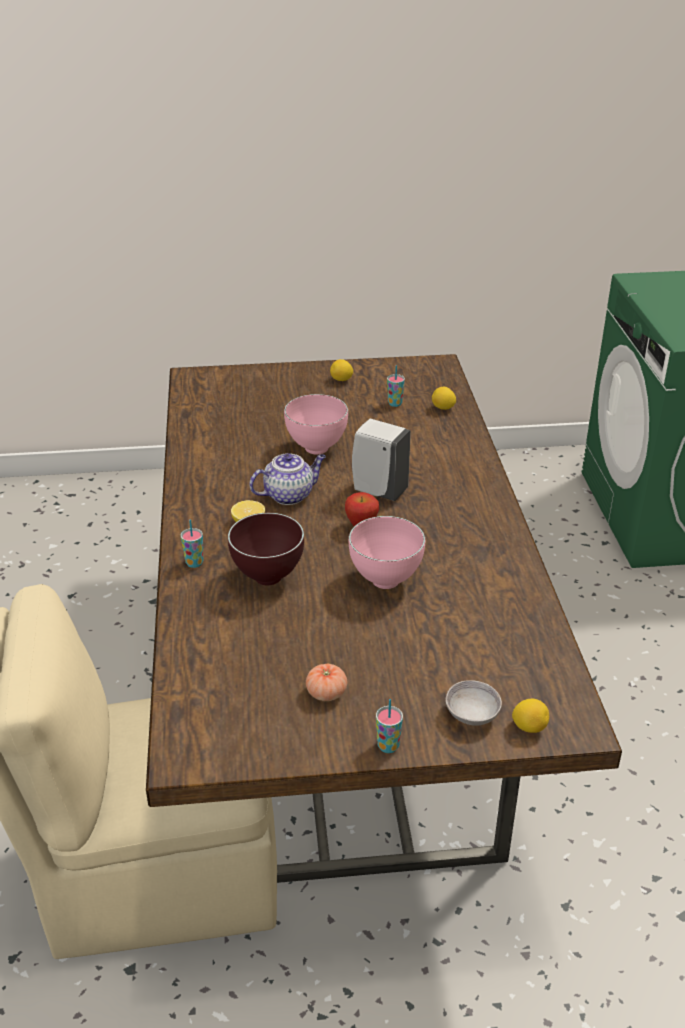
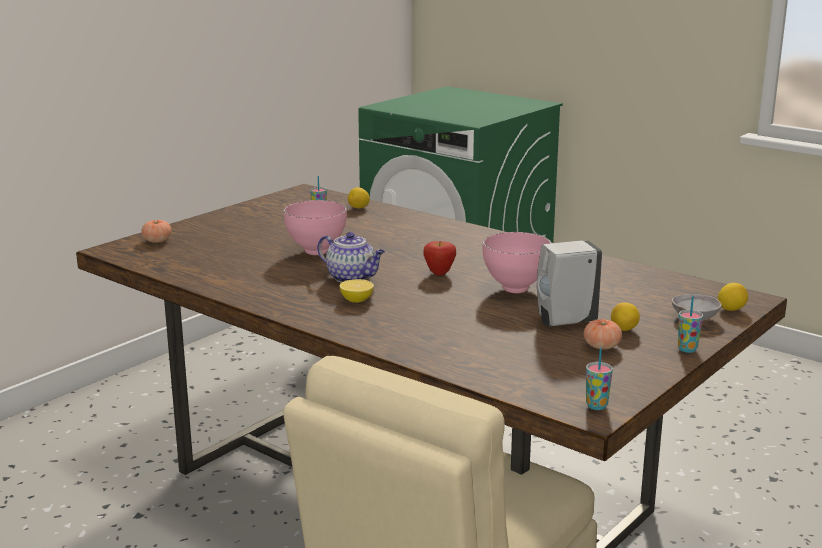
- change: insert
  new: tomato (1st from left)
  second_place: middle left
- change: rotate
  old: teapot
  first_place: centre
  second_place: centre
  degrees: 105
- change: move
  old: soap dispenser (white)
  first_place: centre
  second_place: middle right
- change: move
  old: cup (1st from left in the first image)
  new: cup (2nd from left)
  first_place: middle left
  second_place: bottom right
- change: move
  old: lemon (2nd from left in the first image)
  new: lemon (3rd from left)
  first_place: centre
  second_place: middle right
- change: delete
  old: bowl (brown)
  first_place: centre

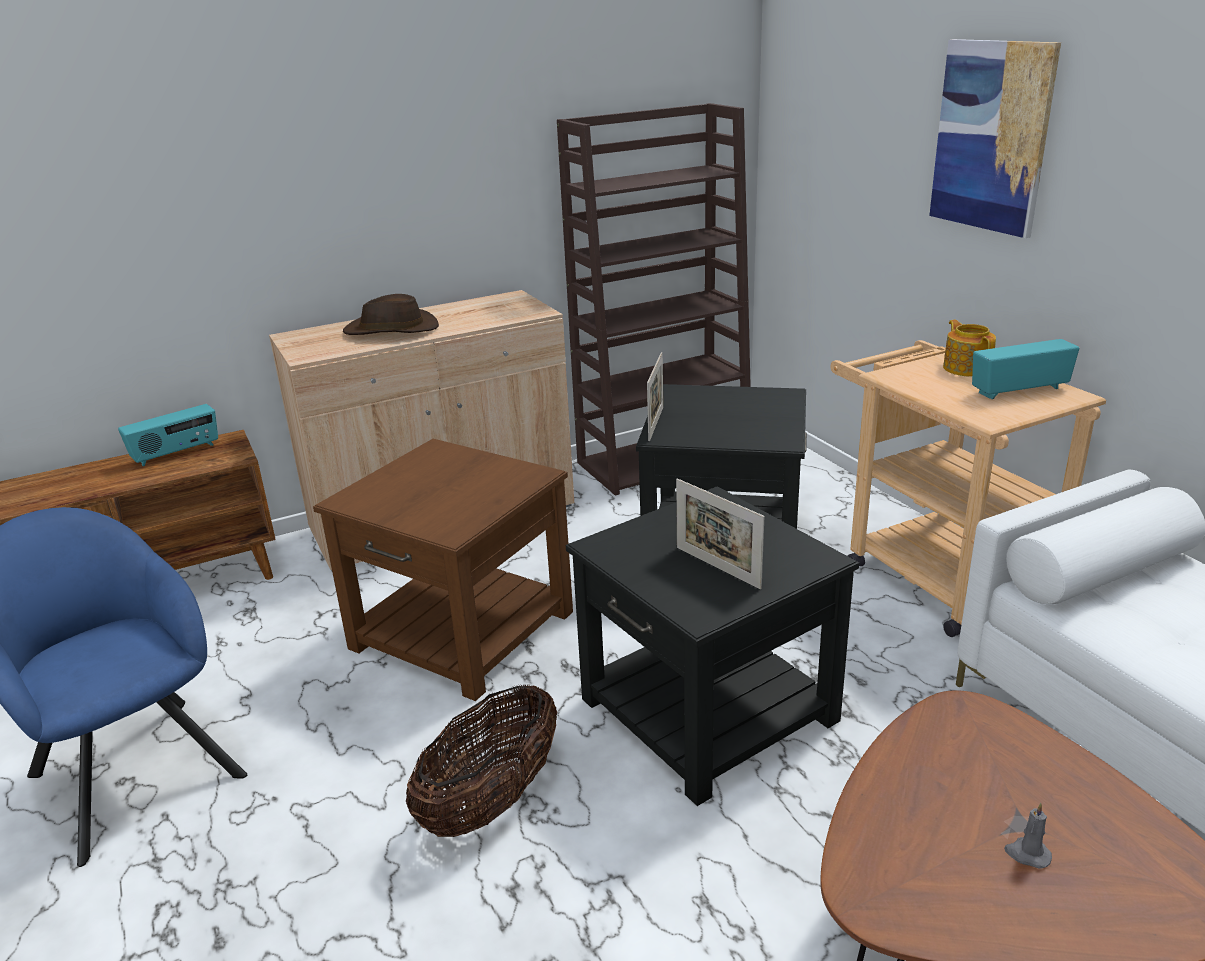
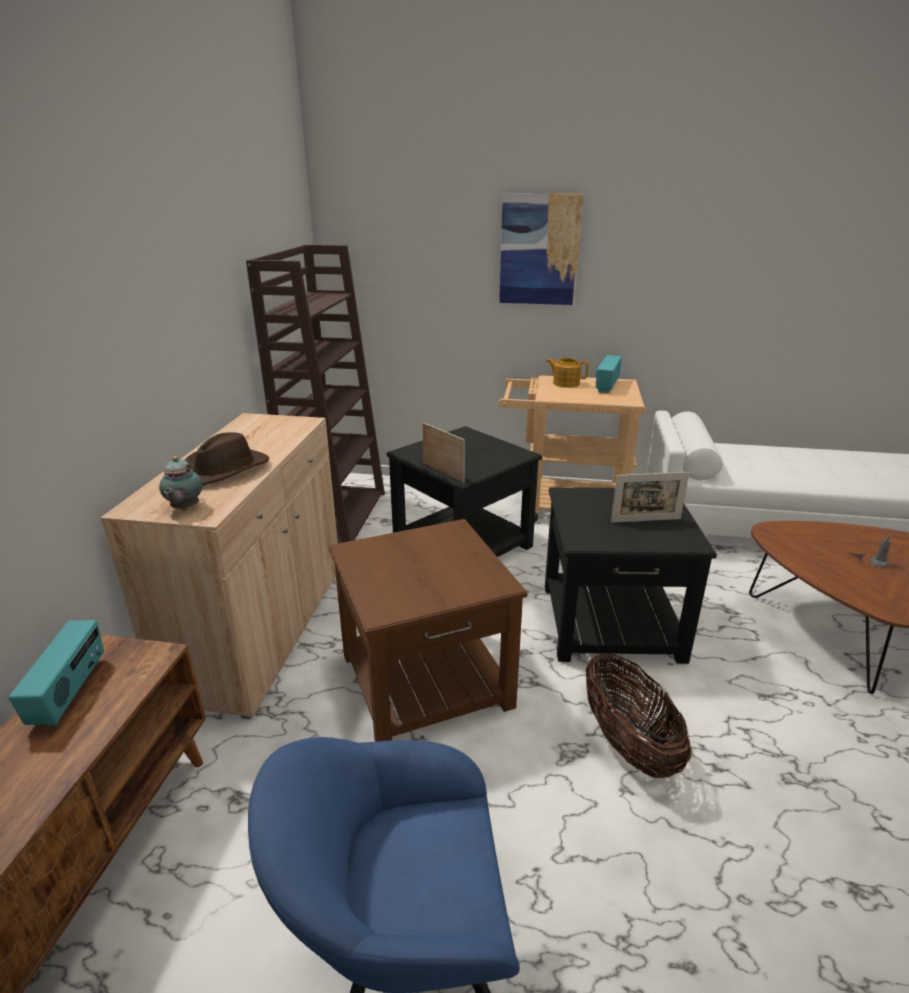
- change: insert
  new: teapot (1st from left)
  second_place: middle left

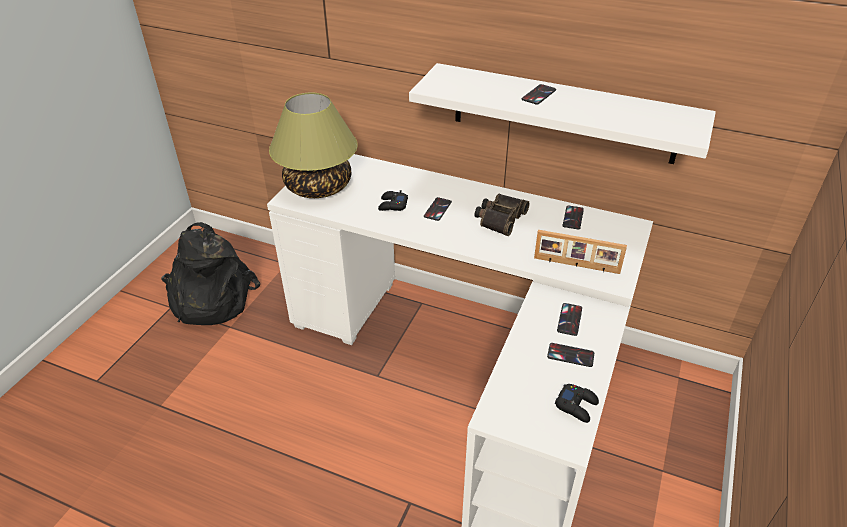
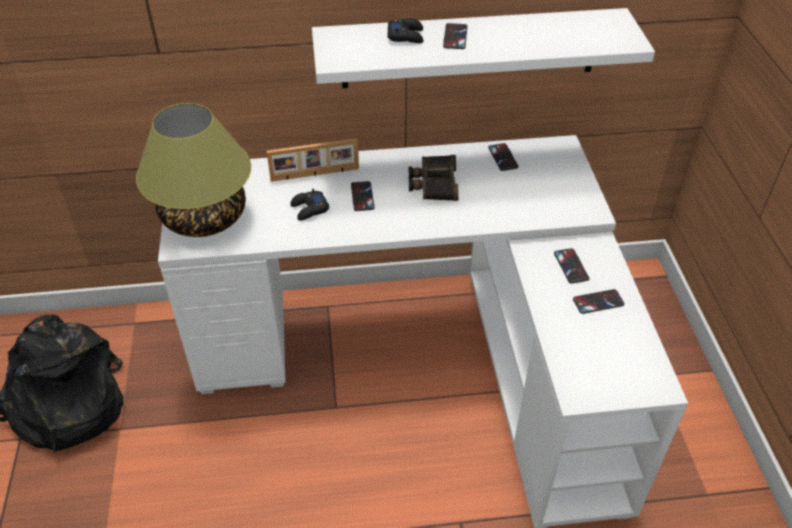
- change: move
  old: picture frame
  first_place: middle right
  second_place: top centre
- change: move
  old: game controller (black) (2nd from left)
  first_place: bottom right
  second_place: top centre

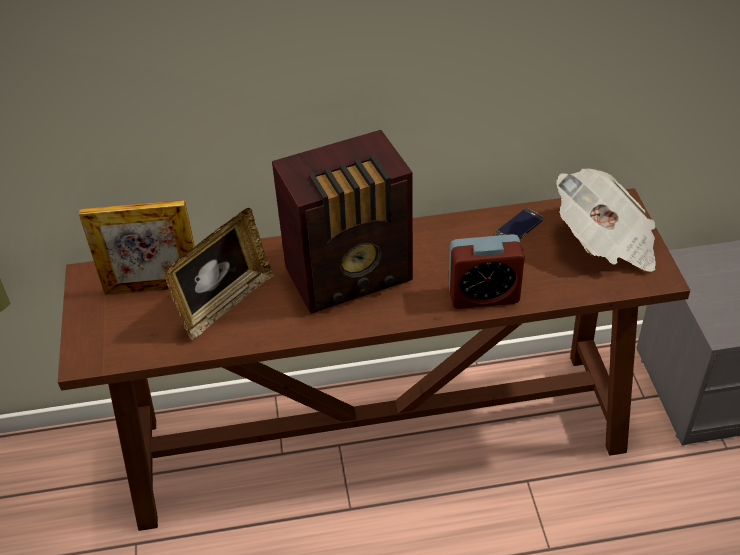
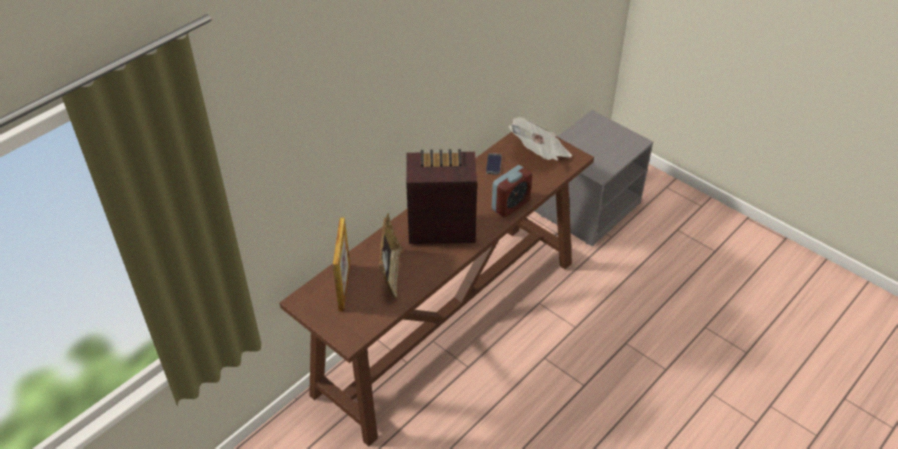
- change: rotate
  old: picture frame (1st from left)
  first_place: middle left
  second_place: centre
  degrees: -45
- change: rotate
  old: radio
  first_place: centre
  second_place: centre
  degrees: -120

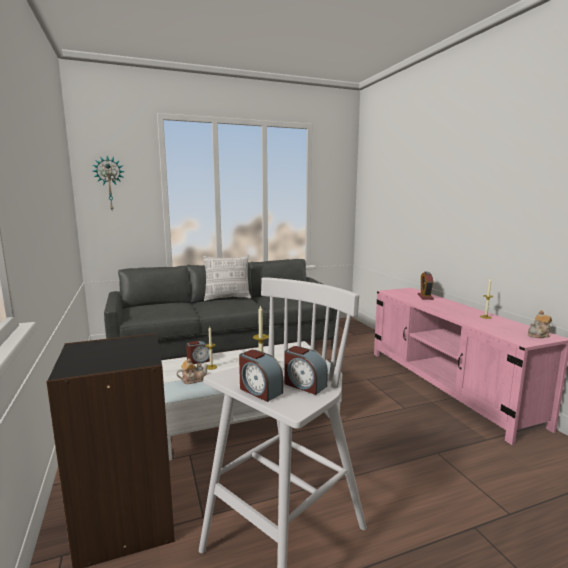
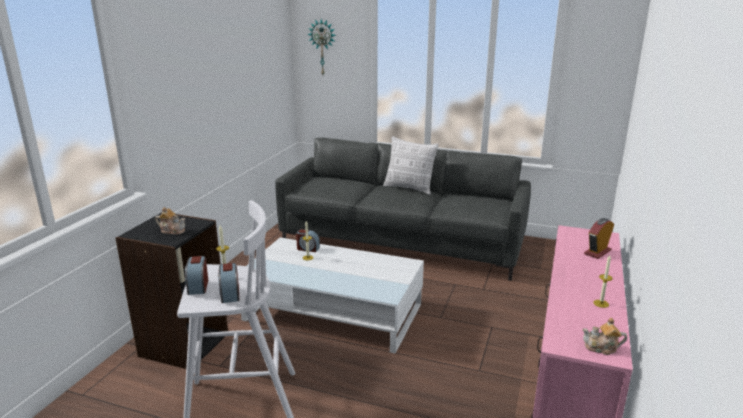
- change: move
  old: teapot (1st from left)
  first_place: centre
  second_place: middle left

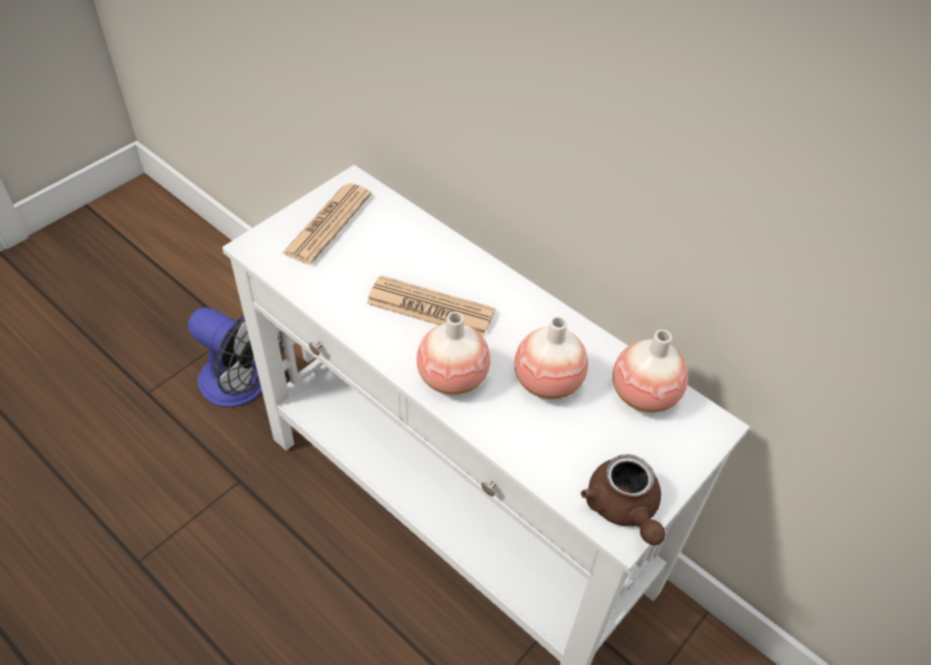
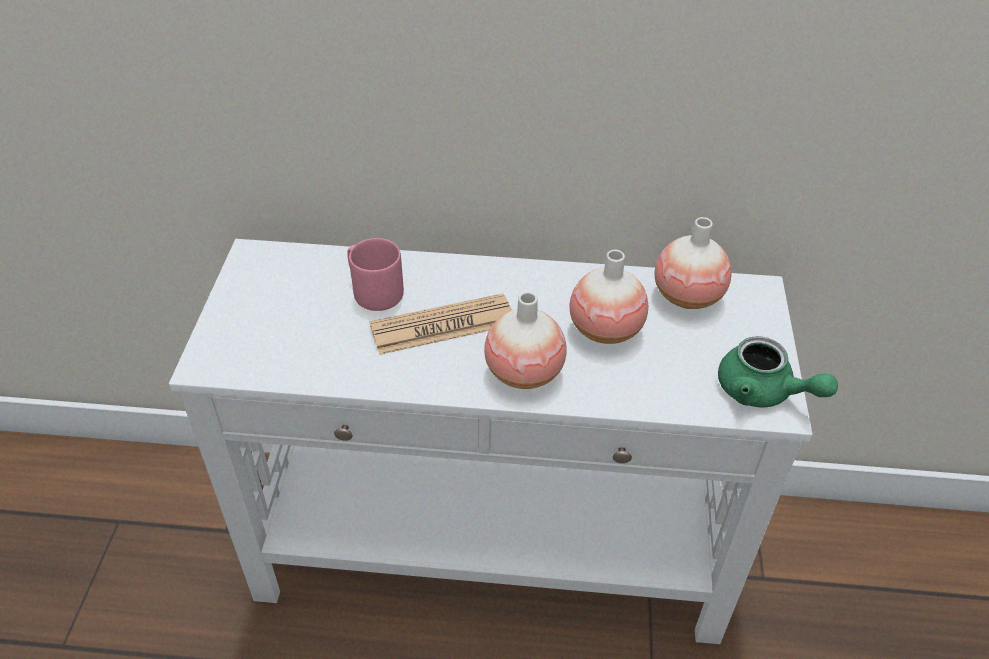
- change: insert
  new: mug (pink)
  second_place: centre
- change: recolor
  old: teapot (brown)
  new: teapot (green)
  first_place: bottom right
  second_place: middle right
- change: delete
  old: fan
  first_place: middle left
- change: delete
  old: newspaper (1st from left)
  first_place: centre

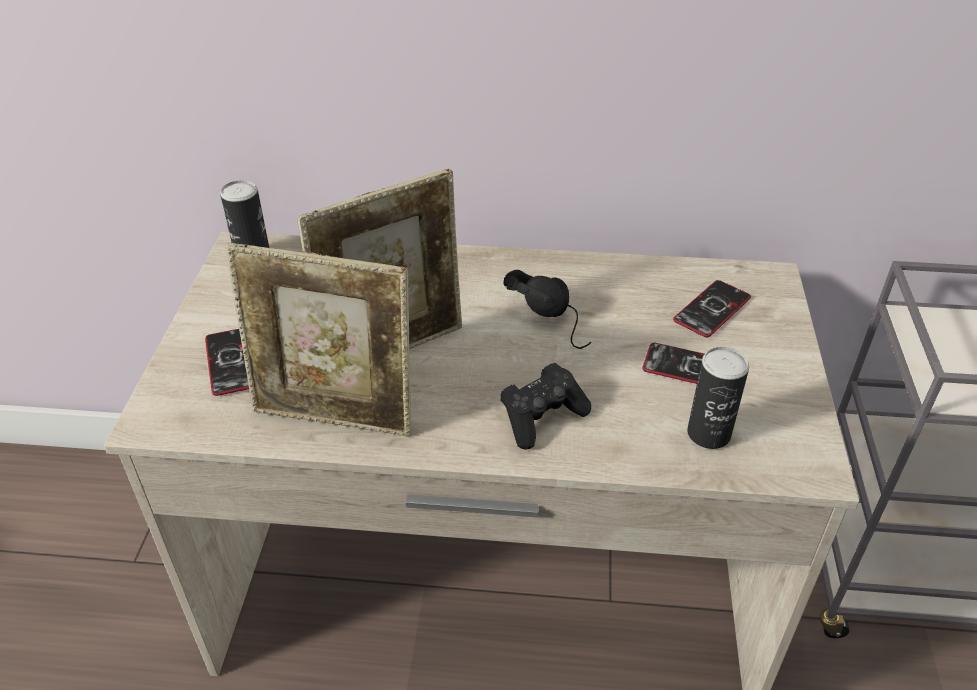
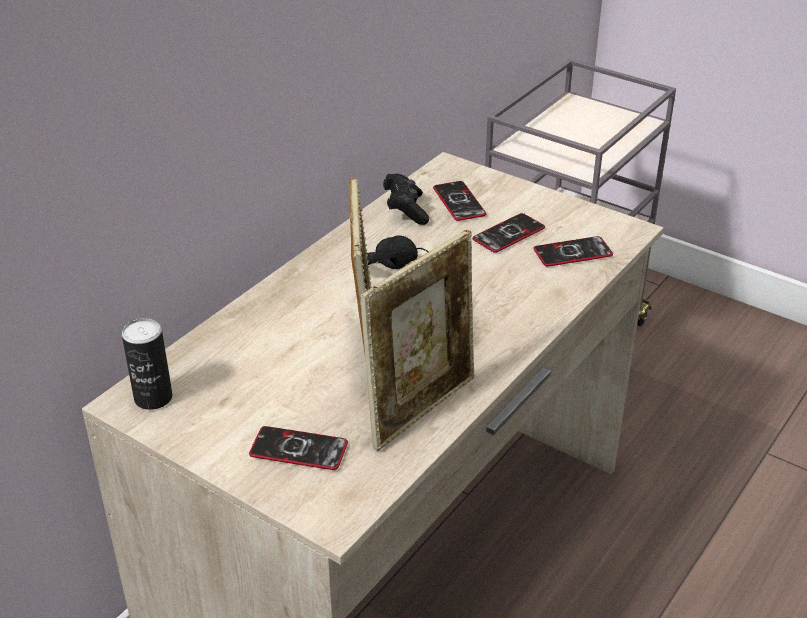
- change: move
  old: game controller (black)
  first_place: centre
  second_place: top centre
- change: replace
  old: can (2nd from left)
  new: phone (4th from left)
  first_place: middle right
  second_place: middle right

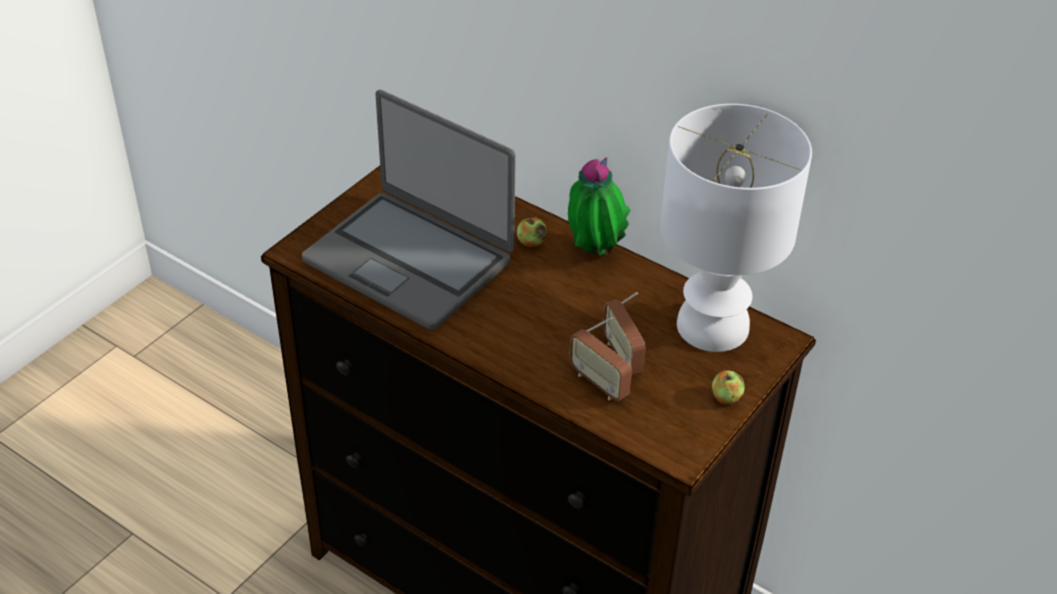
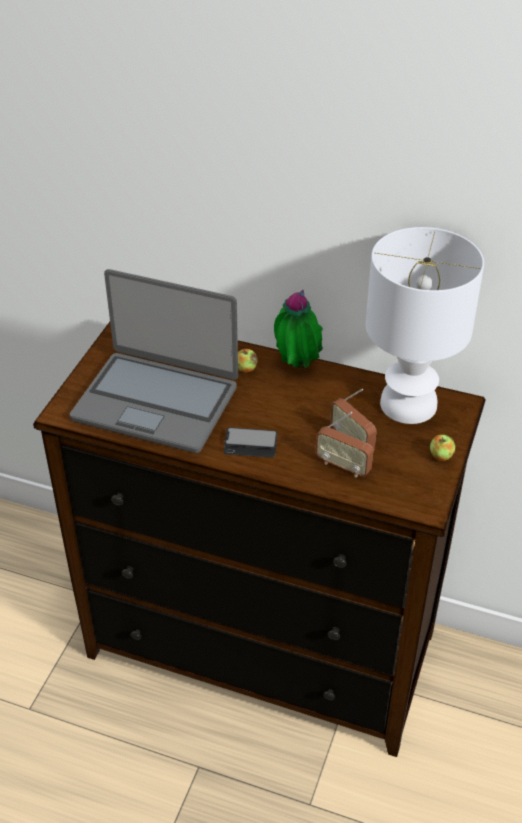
- change: insert
  new: phone
  second_place: centre

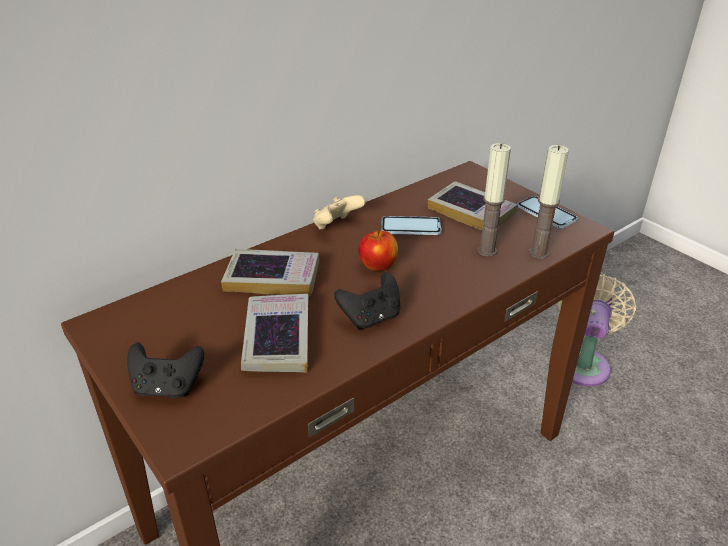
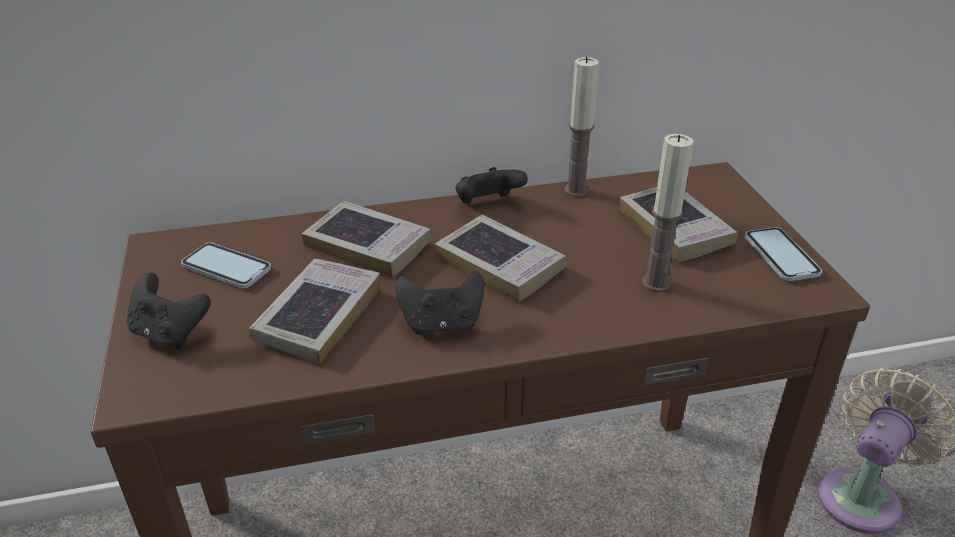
- change: move
  old: phone (1st from left)
  first_place: centre
  second_place: middle left
- change: replace
  old: apple
  new: book (3rd from left)
  first_place: centre
  second_place: centre
- change: recolor
  old: game controller (beige)
  new: game controller (black) (3rd from left)
  first_place: centre
  second_place: centre
- change: move
  old: candle (2nd from left in the first image)
  new: candle (1st from left)
  first_place: middle right
  second_place: top centre

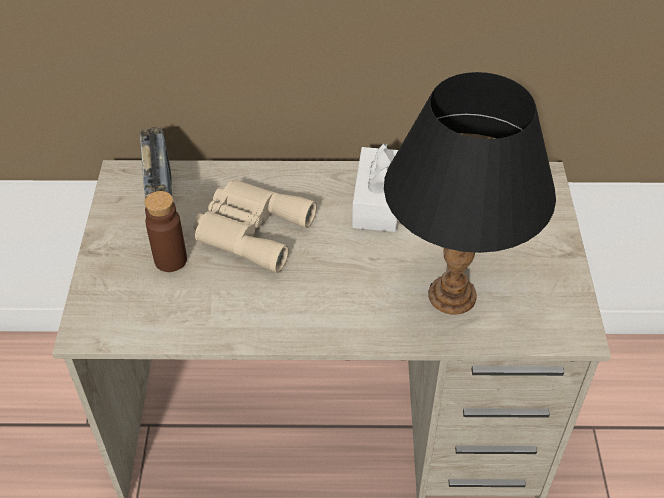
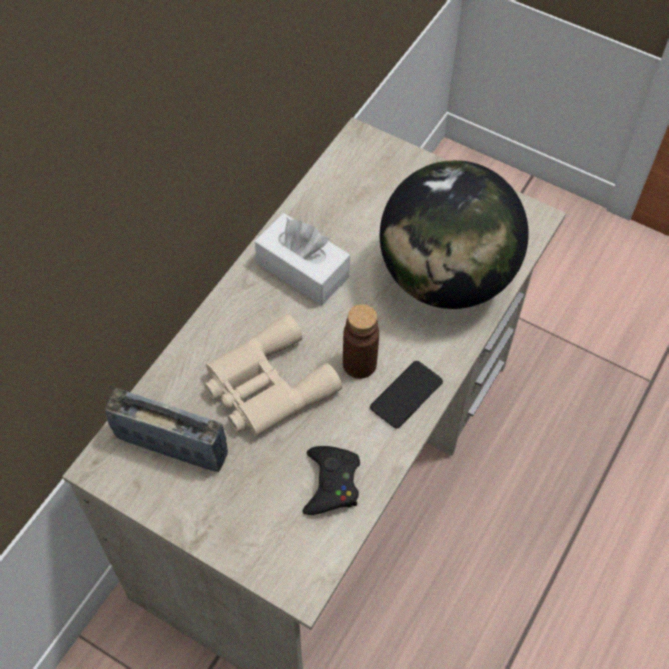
- change: insert
  new: game controller (black)
  second_place: bottom centre
- change: move
  old: bottle (brown)
  first_place: middle left
  second_place: centre
- change: insert
  new: phone
  second_place: centre
- change: replace
  old: table lamp (black)
  new: globe
  first_place: middle right
  second_place: middle right

